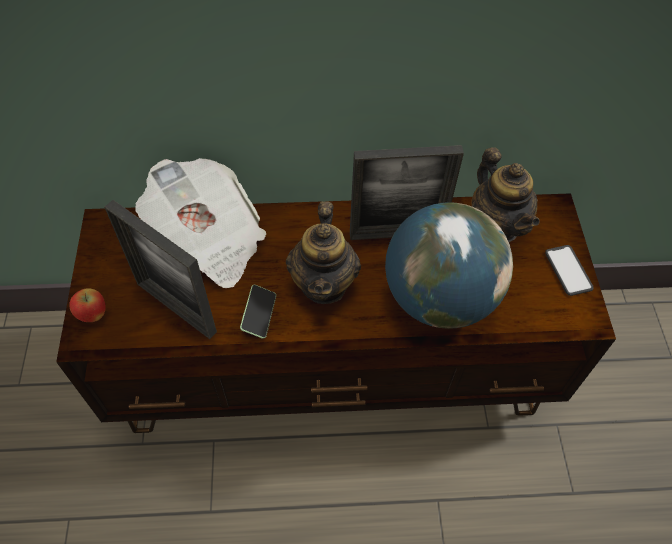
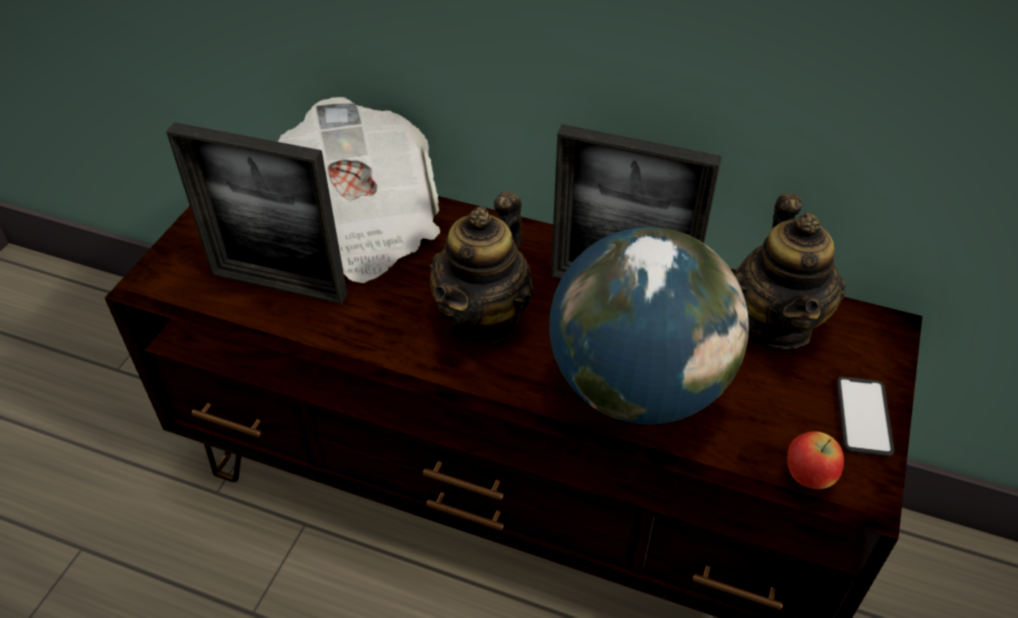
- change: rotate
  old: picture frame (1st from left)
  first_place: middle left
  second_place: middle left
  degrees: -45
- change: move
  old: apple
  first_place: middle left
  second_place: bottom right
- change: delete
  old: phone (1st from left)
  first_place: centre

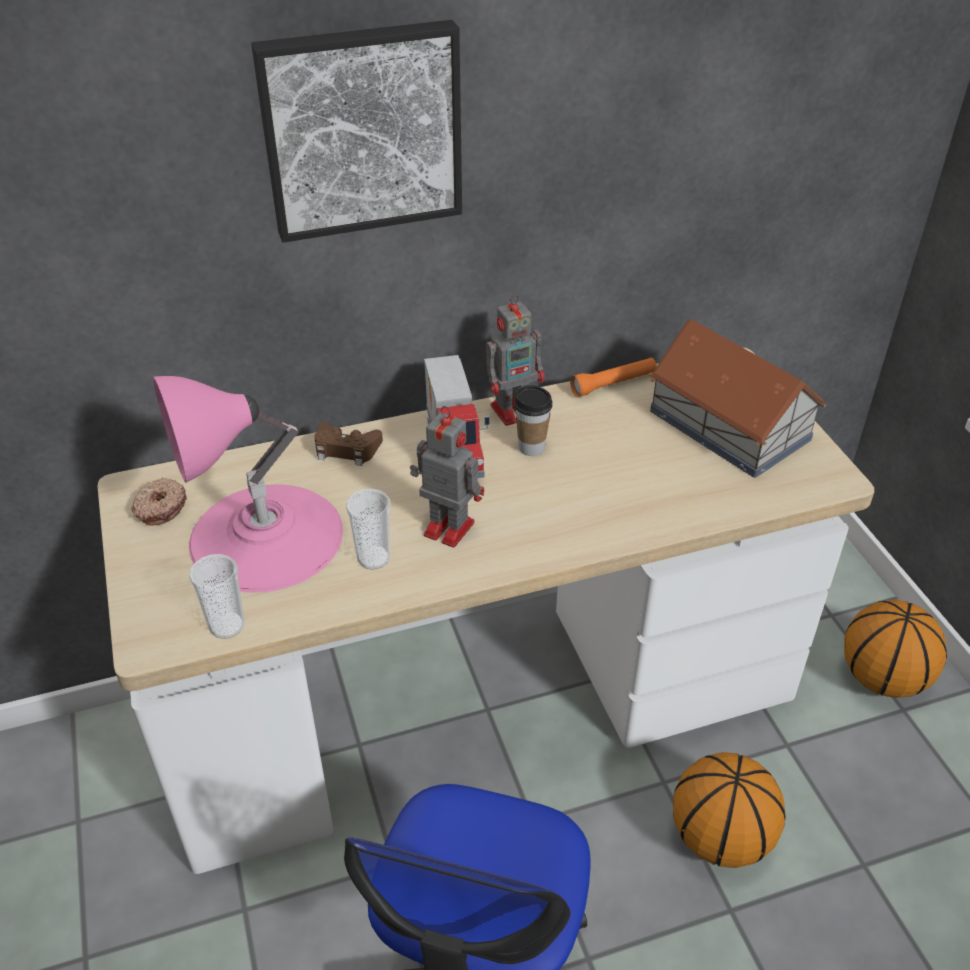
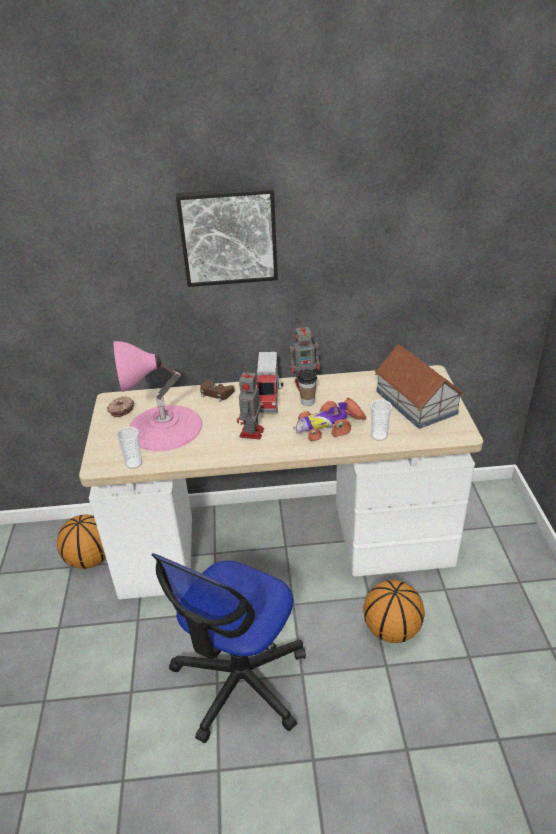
- change: move
  old: basketball (2nd from left in the first image)
  new: basketball (1st from left)
  first_place: bottom right
  second_place: middle left
- change: rotate
  old: toy robot (1st from left)
  first_place: centre
  second_place: centre
  degrees: -120
- change: insert
  new: toy car
  second_place: centre
- change: move
  old: cup (2nd from left in the first image)
  new: cup (3rd from left)
  first_place: centre
  second_place: middle right
- change: delete
  old: flashlight (orange)
  first_place: centre

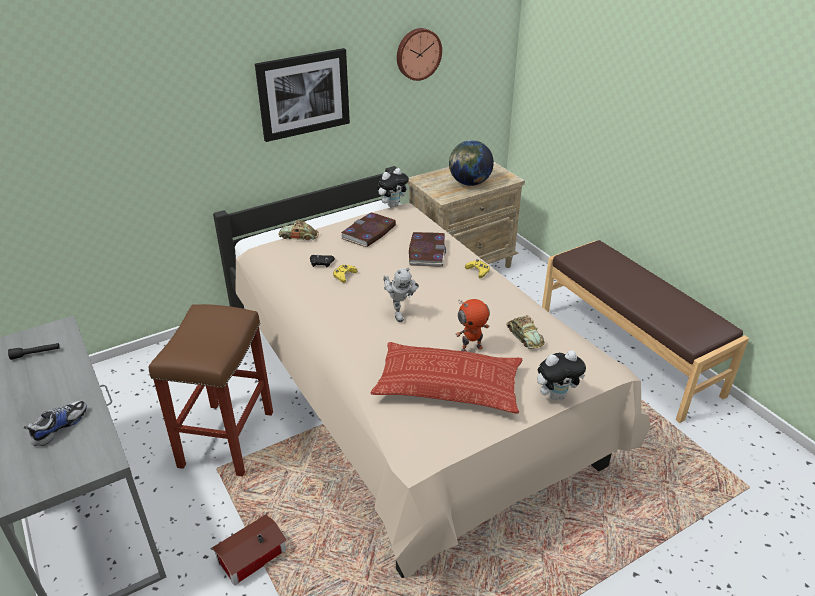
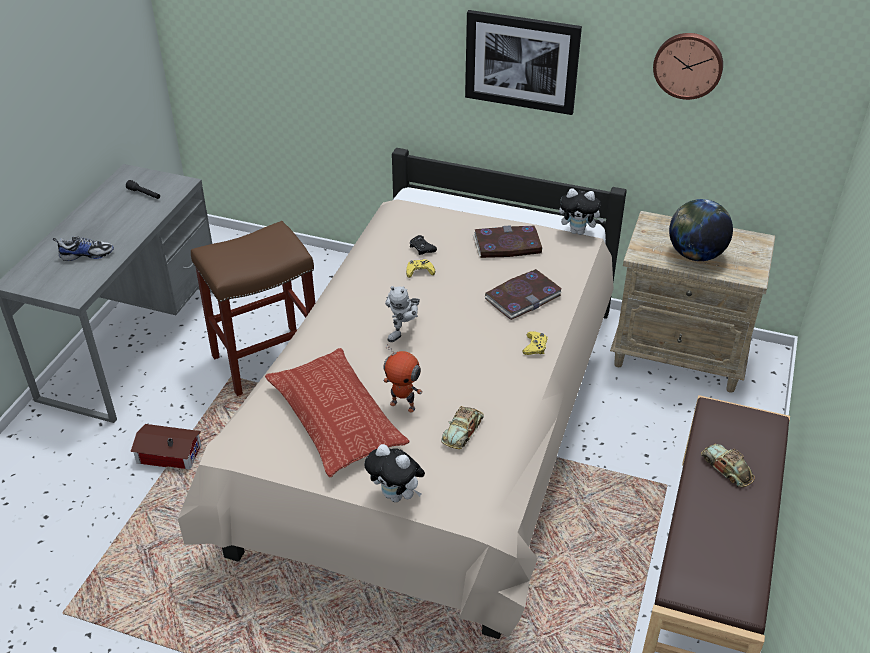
- change: move
  old: toy car (1st from left in the first image)
  new: toy car (2nd from left)
  first_place: centre
  second_place: bottom right

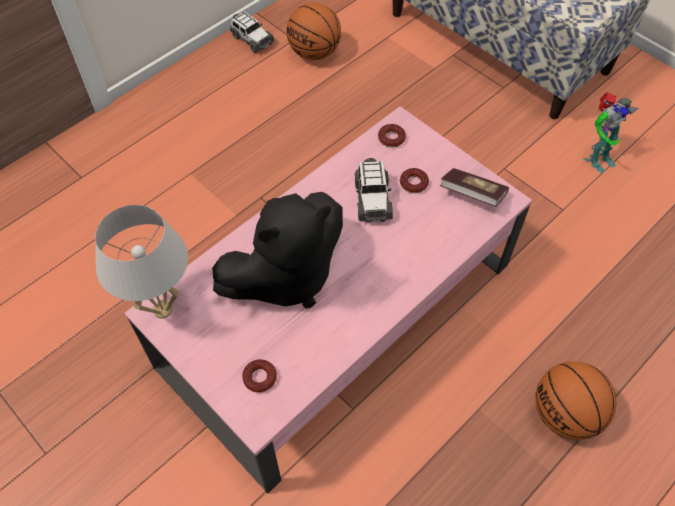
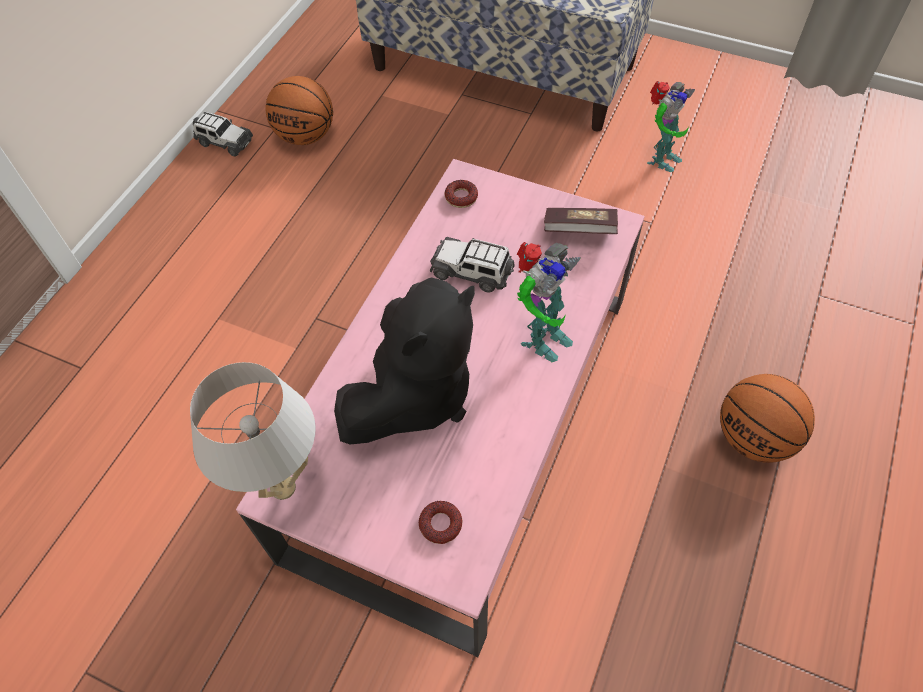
- change: rotate
  old: toy car (2nd from left)
  first_place: centre
  second_place: centre
  degrees: 135
- change: insert
  new: toy robot (1st from left)
  second_place: centre
- change: delete
  old: donut (3rd from left)
  first_place: centre

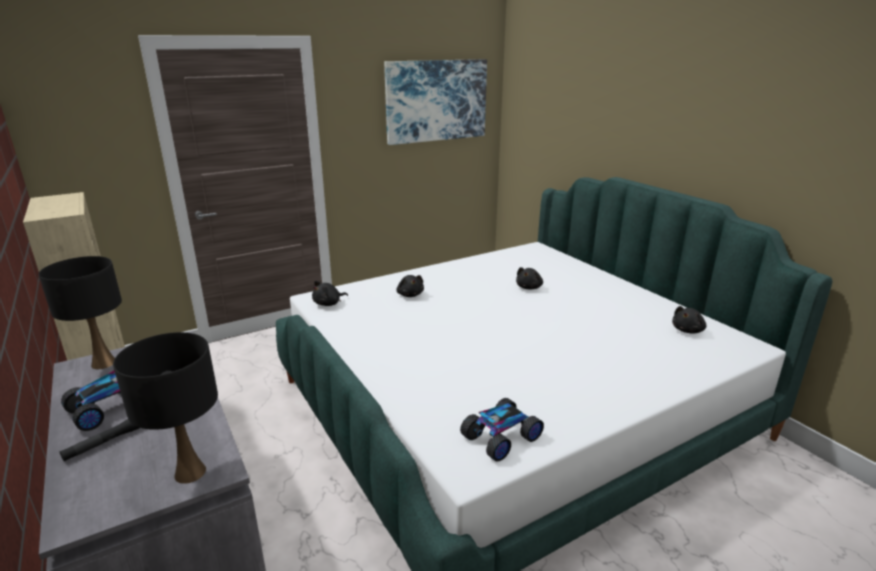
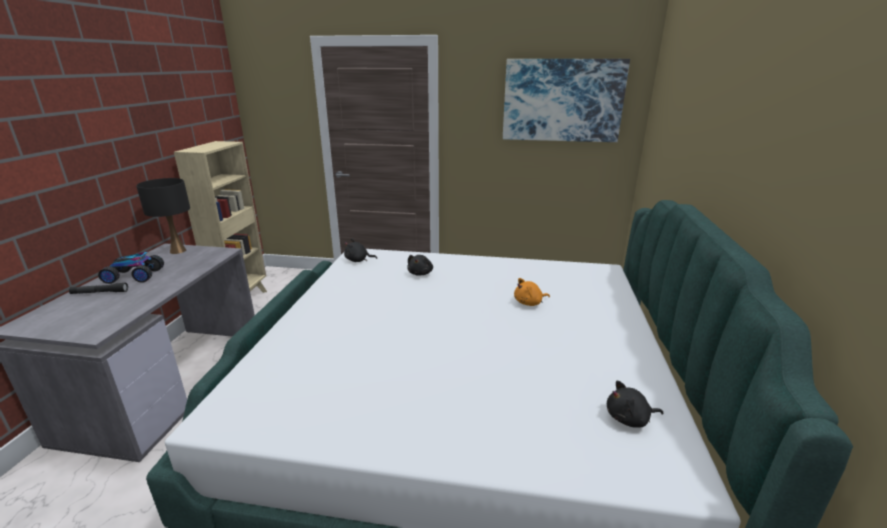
- change: recolor
  old: plush toy (black) (3rd from left)
  new: plush toy (orange)
  first_place: centre
  second_place: centre
- change: delete
  old: table lamp (black) (2nd from left)
  first_place: bottom left
- change: delete
  old: toy car (2nd from left)
  first_place: bottom centre

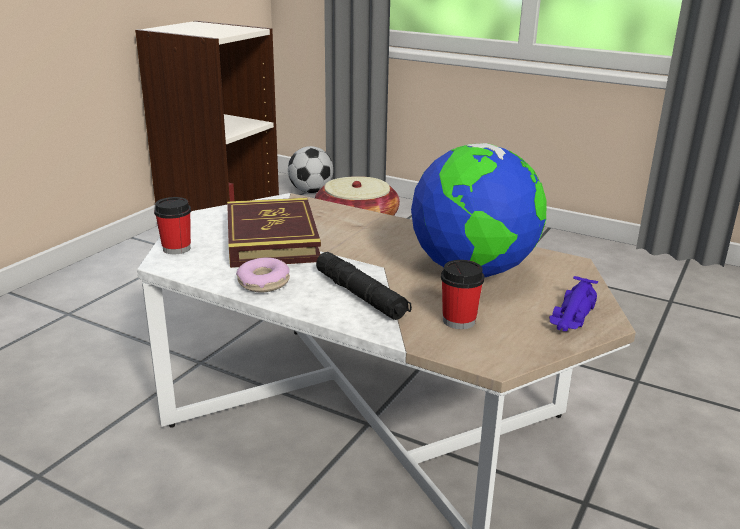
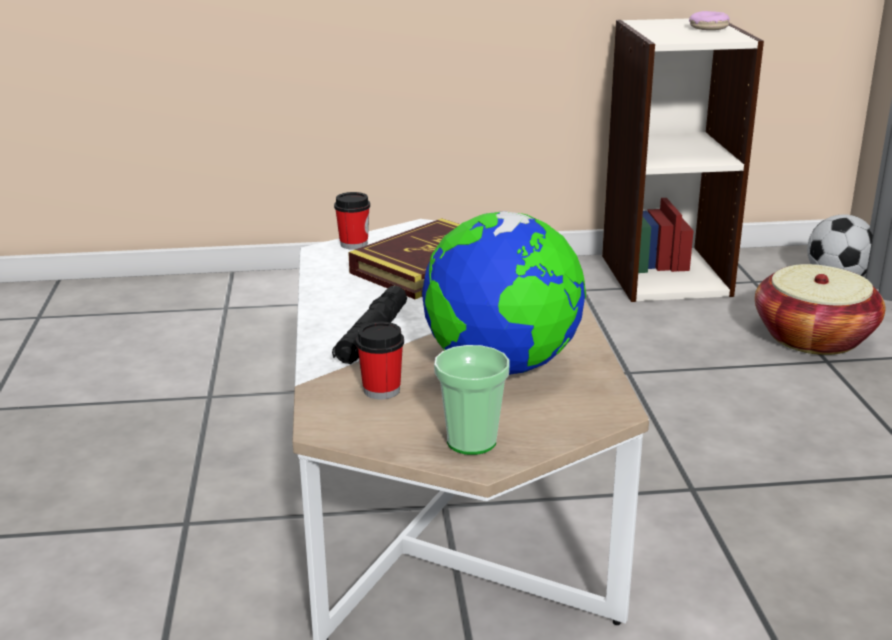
- change: replace
  old: toy car (purple)
  new: cup (3rd from left)
  first_place: middle right
  second_place: centre
- change: move
  old: donut
  first_place: centre
  second_place: top right

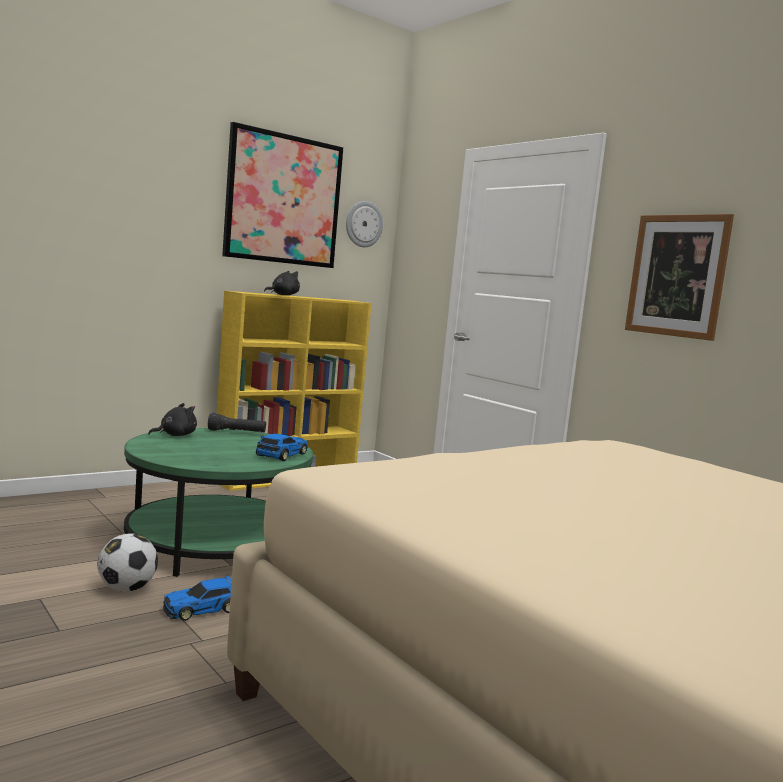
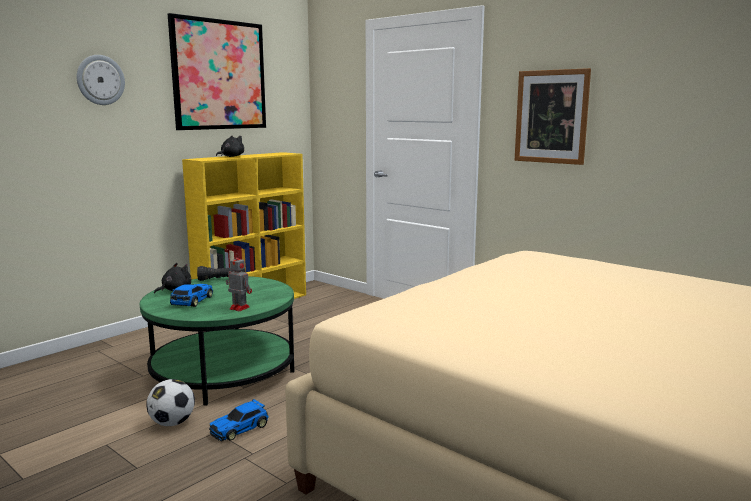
- change: move
  old: wall clock
  first_place: top centre
  second_place: top left
- change: move
  old: toy car (2nd from left in the first image)
  new: toy car (1st from left)
  first_place: centre
  second_place: middle left
- change: insert
  new: toy robot
  second_place: middle left

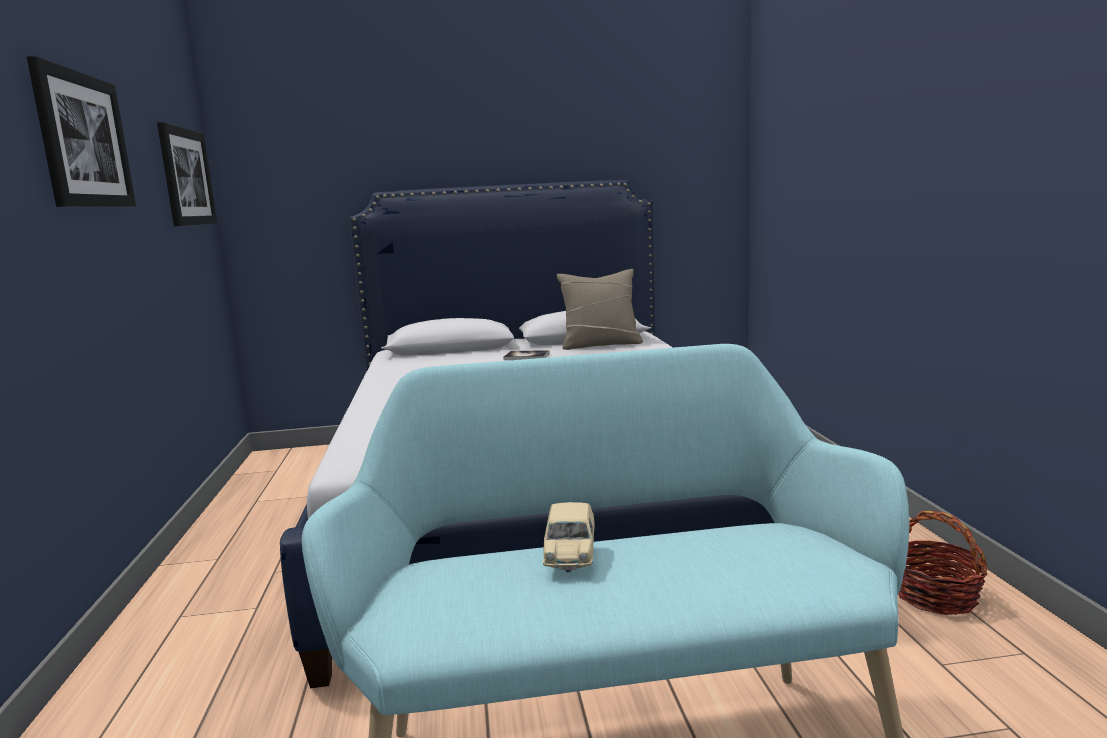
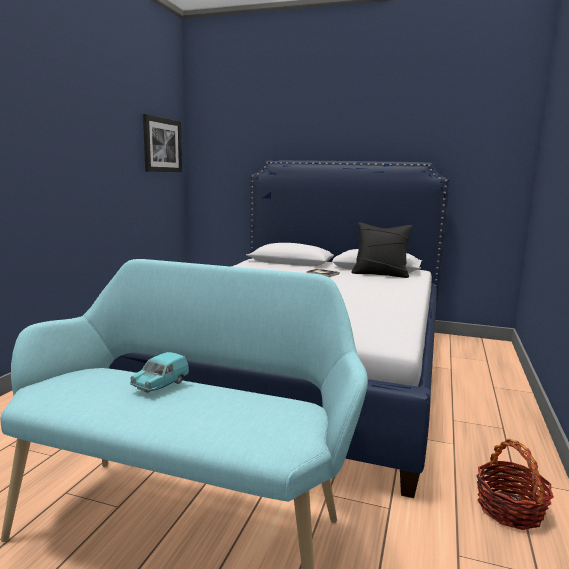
- change: recolor
  old: toy car (beige)
  new: toy car (turquoise)
  first_place: bottom centre
  second_place: middle left
- change: recolor
  old: pillow (beige)
  new: pillow (black)
  first_place: centre
  second_place: middle right
- change: delete
  old: picture (1st from left)
  first_place: top left

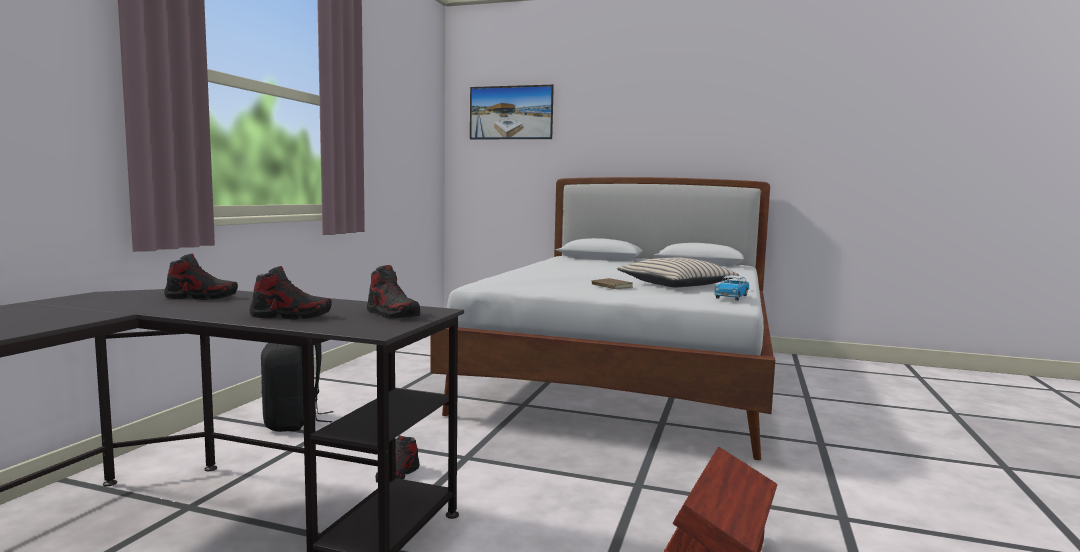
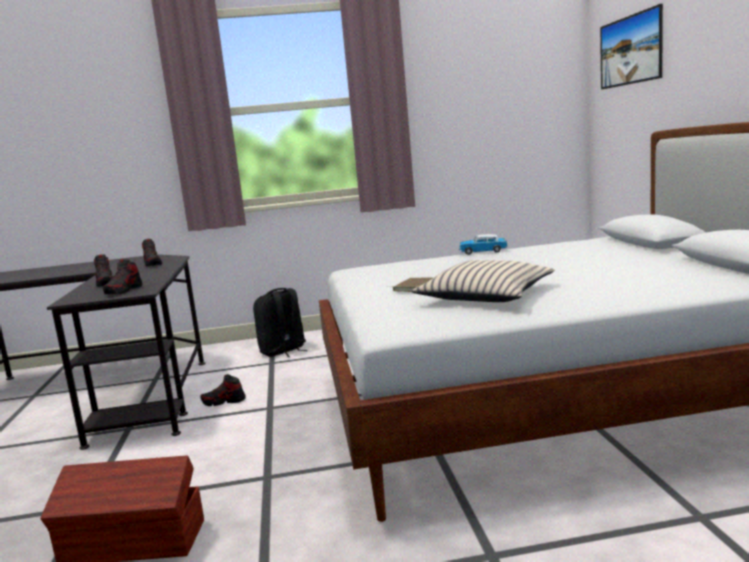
- change: move
  old: toy car
  first_place: middle right
  second_place: centre

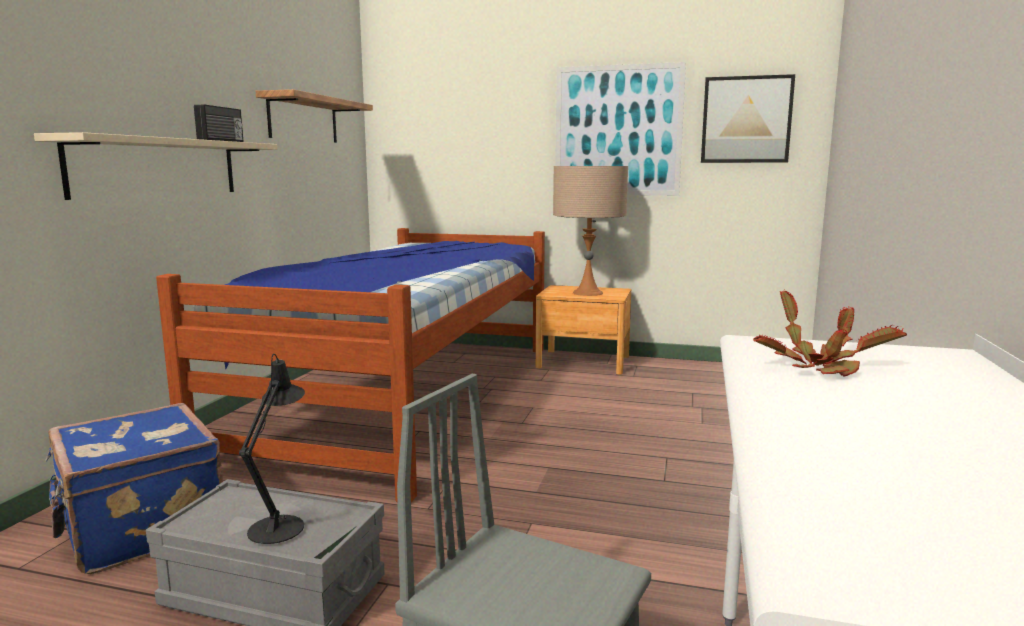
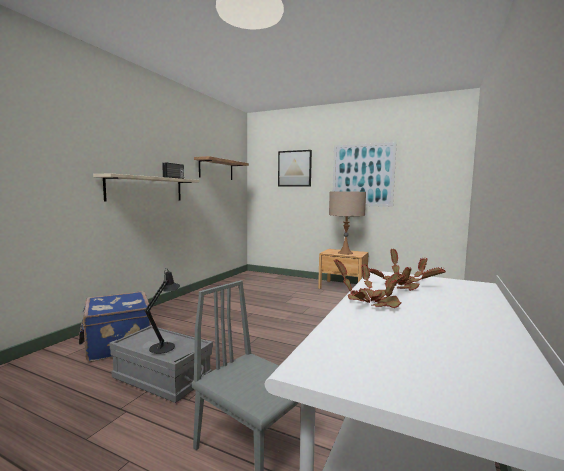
- change: move
  old: picture (2nd from left in the first image)
  new: picture (1st from left)
  first_place: top right
  second_place: centre
- change: insert
  new: potted plant (1st from left)
  second_place: centre
- change: delete
  old: bed
  first_place: centre

